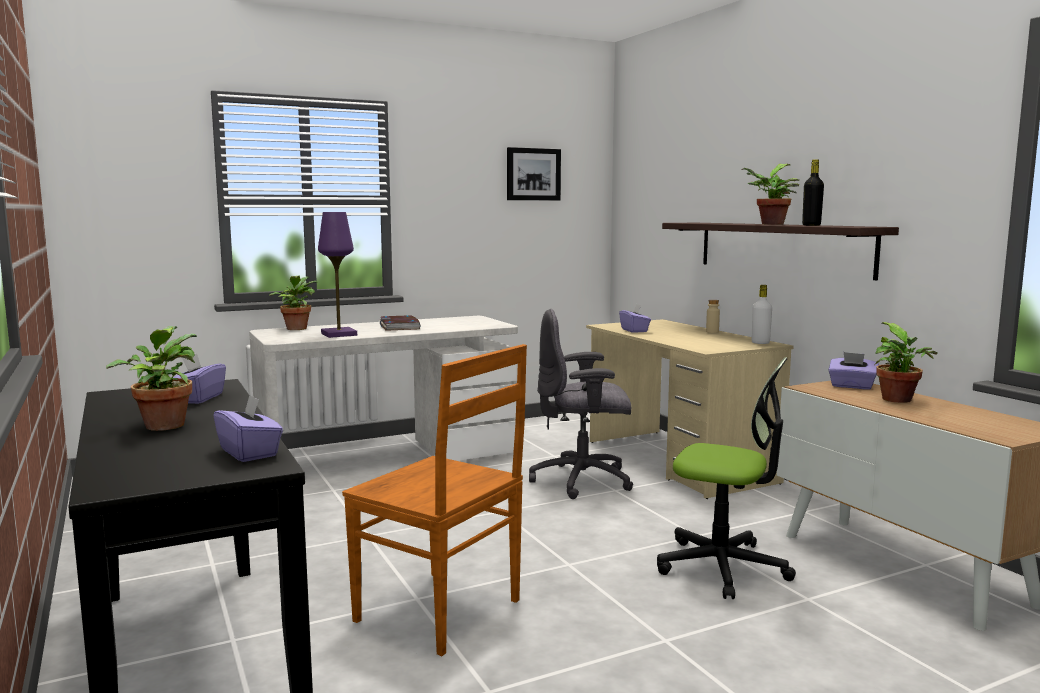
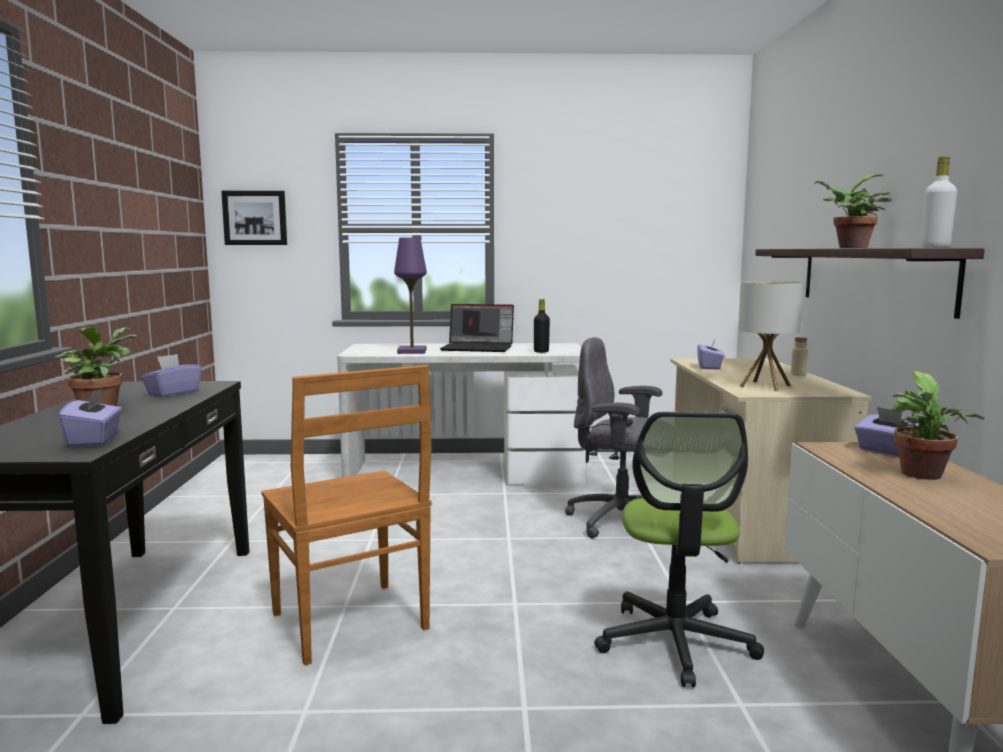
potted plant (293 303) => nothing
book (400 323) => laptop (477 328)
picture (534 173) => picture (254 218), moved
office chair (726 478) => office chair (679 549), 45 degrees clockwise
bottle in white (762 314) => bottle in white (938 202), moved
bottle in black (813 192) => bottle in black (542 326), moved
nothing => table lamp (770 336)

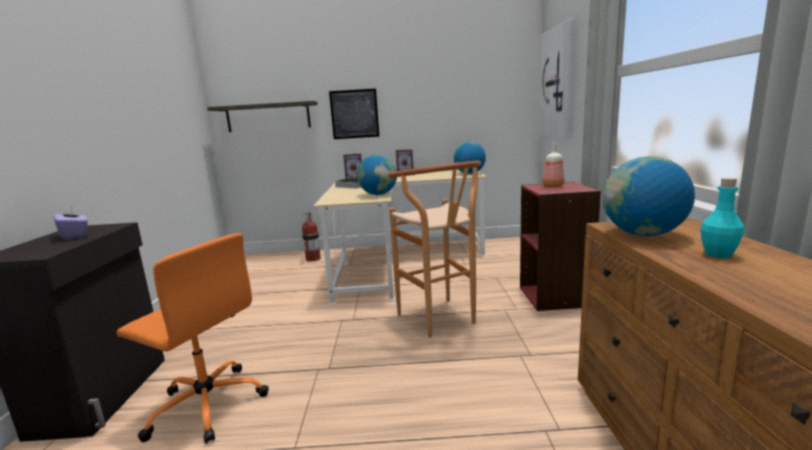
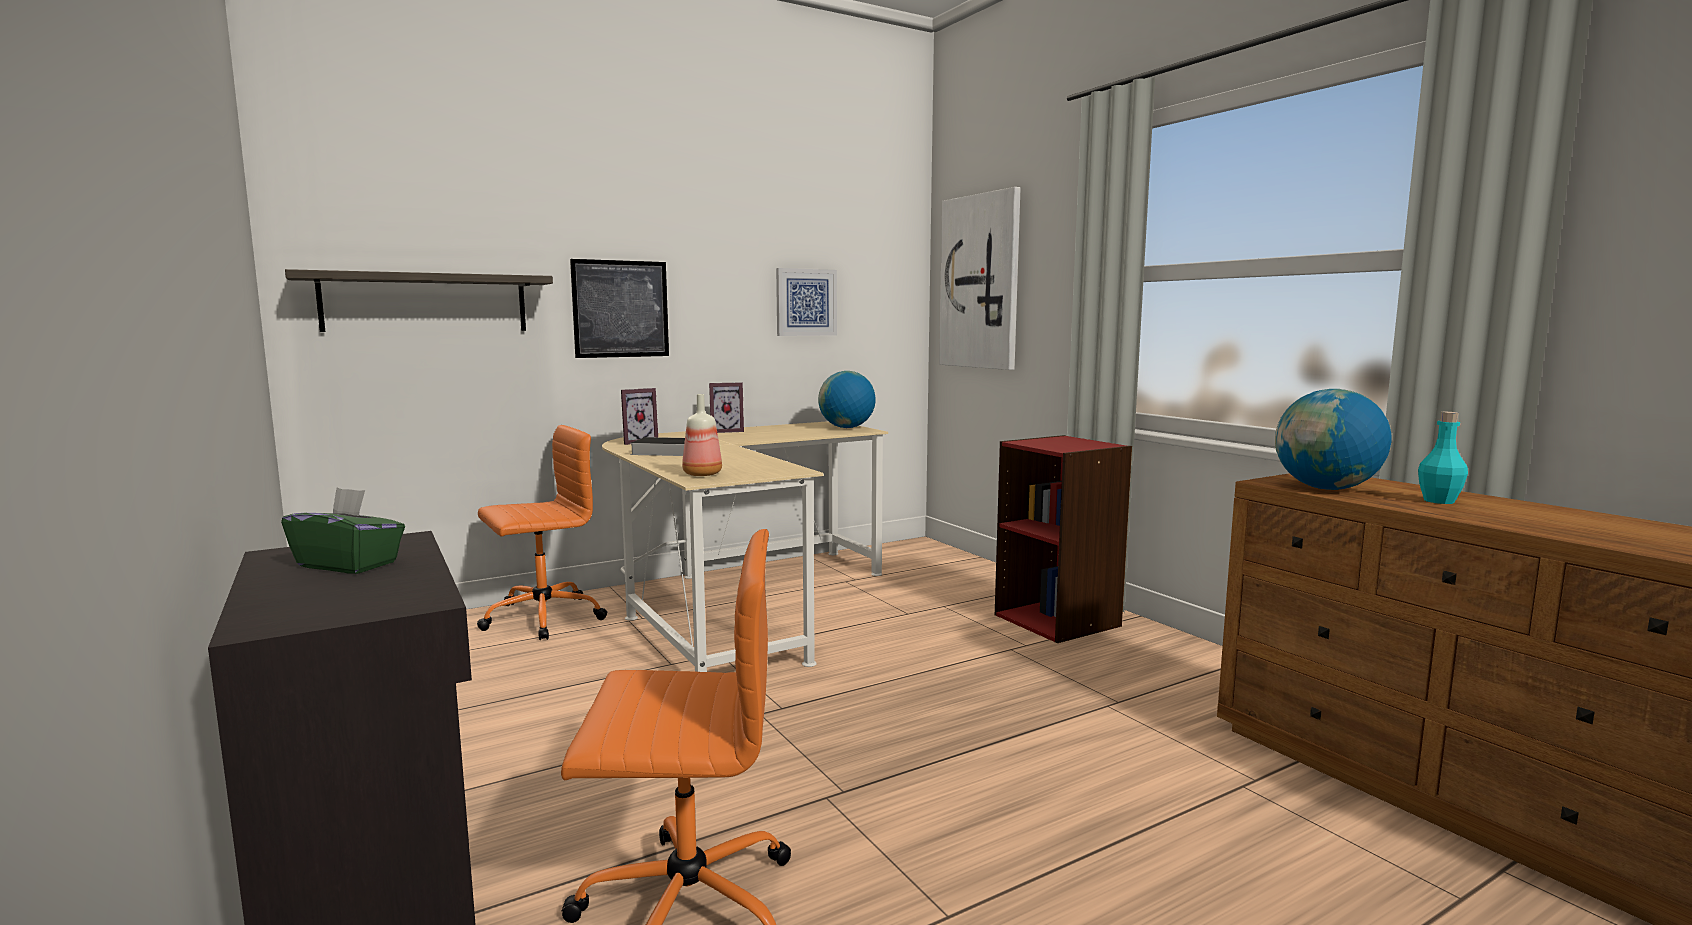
tissue box in purple (70 222) => tissue box in green (343 530)
fire extinguisher (311 236) => office chair in orange (542 532)
globe (377 175) => nothing
stool in brown (434 249) => nothing
bottle (553 164) => bottle (702 435), moved
nothing => picture (806 302)

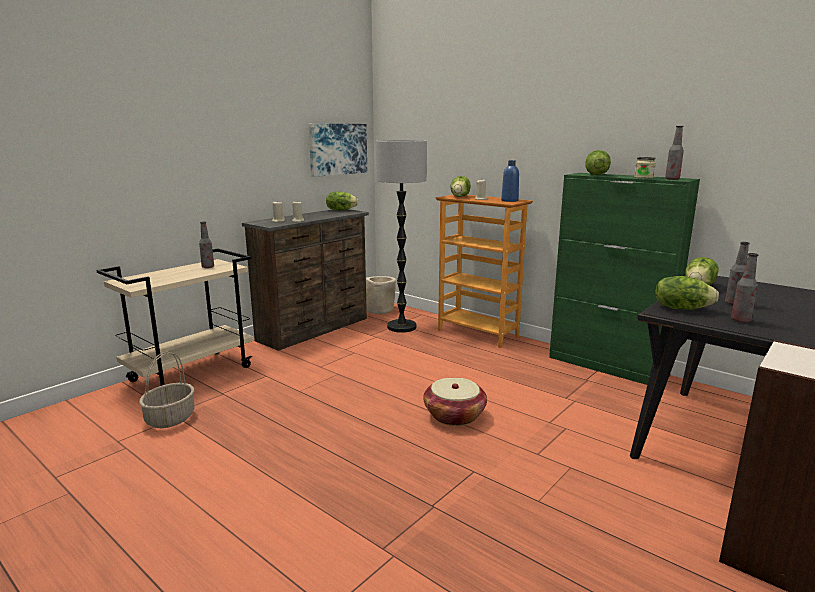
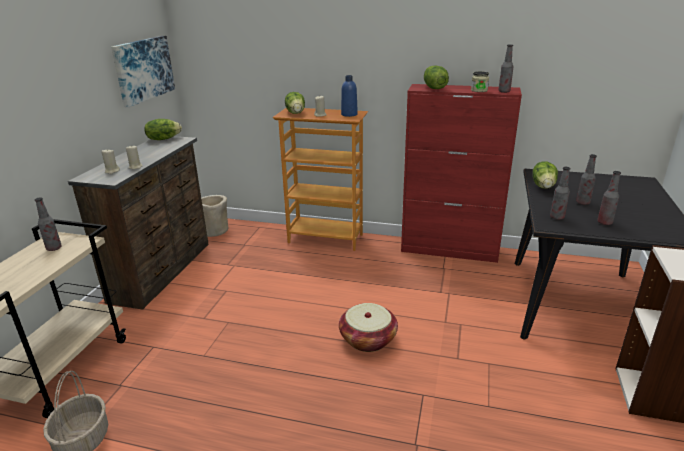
floor lamp (401 236) => nothing
cabinet in green (624 279) => cabinet in red (461 173)
lettuce (687 293) => bottle (560 193)

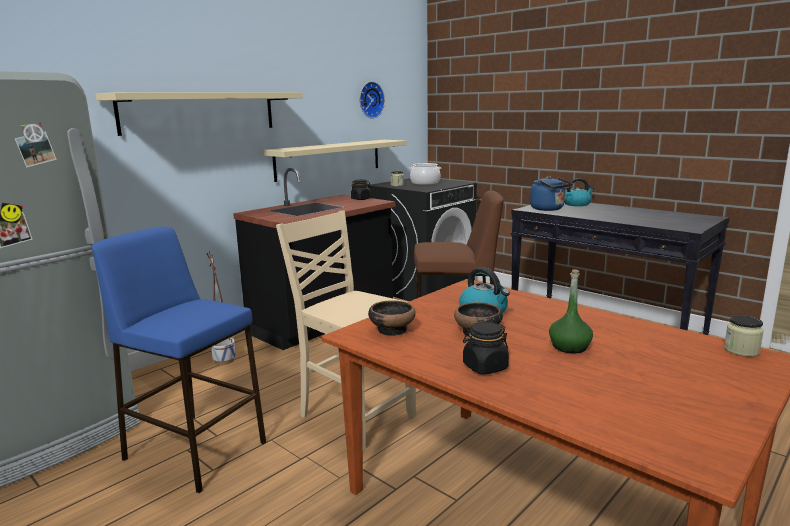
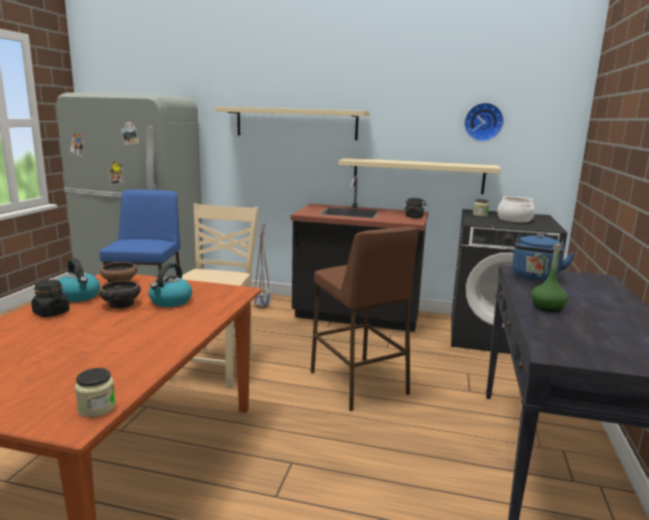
bottle in green (571 311) => bottle in green (550 278), moved
kettle (579 192) => kettle (79 280), moved

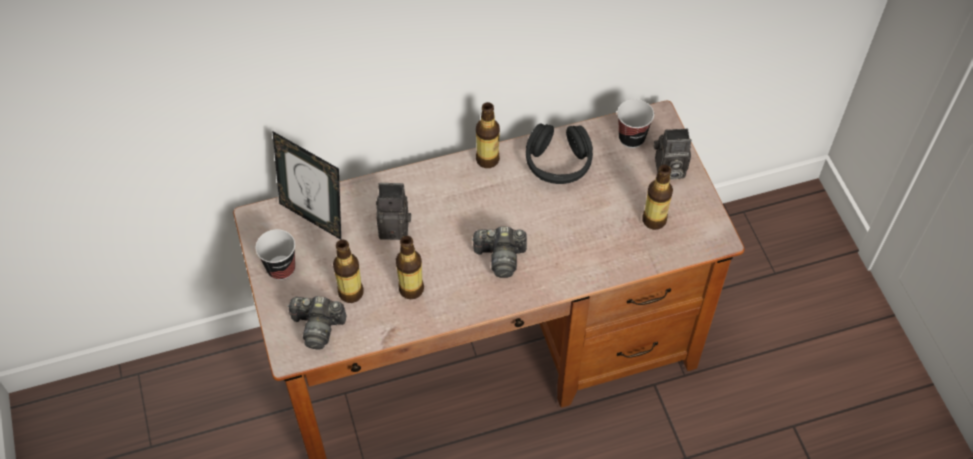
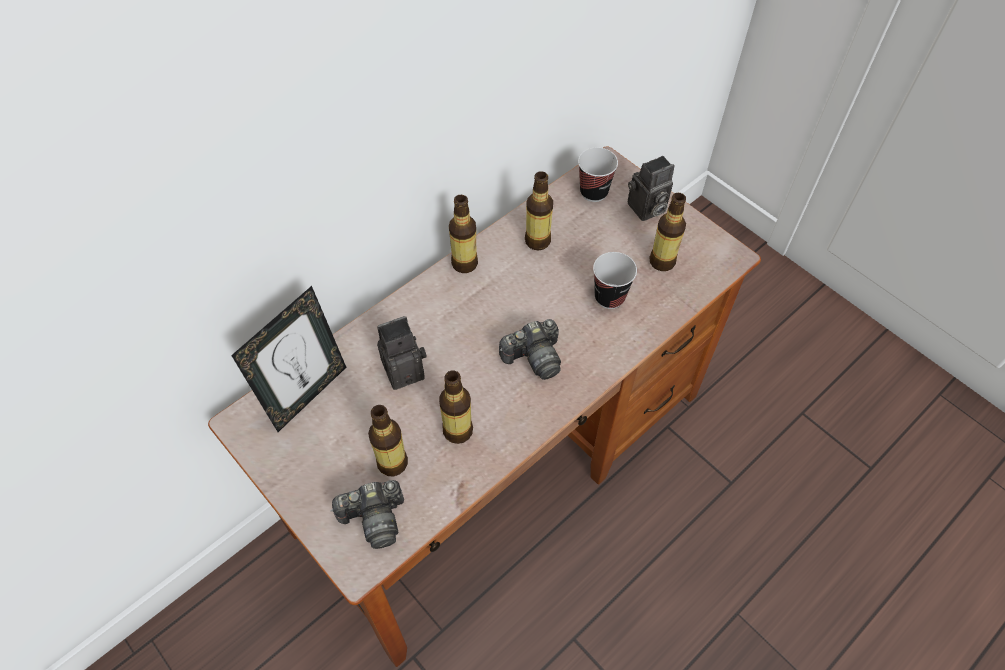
cup (275 254) => cup (615 280), moved
picture frame (306 185) => picture frame (288 359), 60 degrees counterclockwise
headphones in black (559 153) => bottle (539 210)

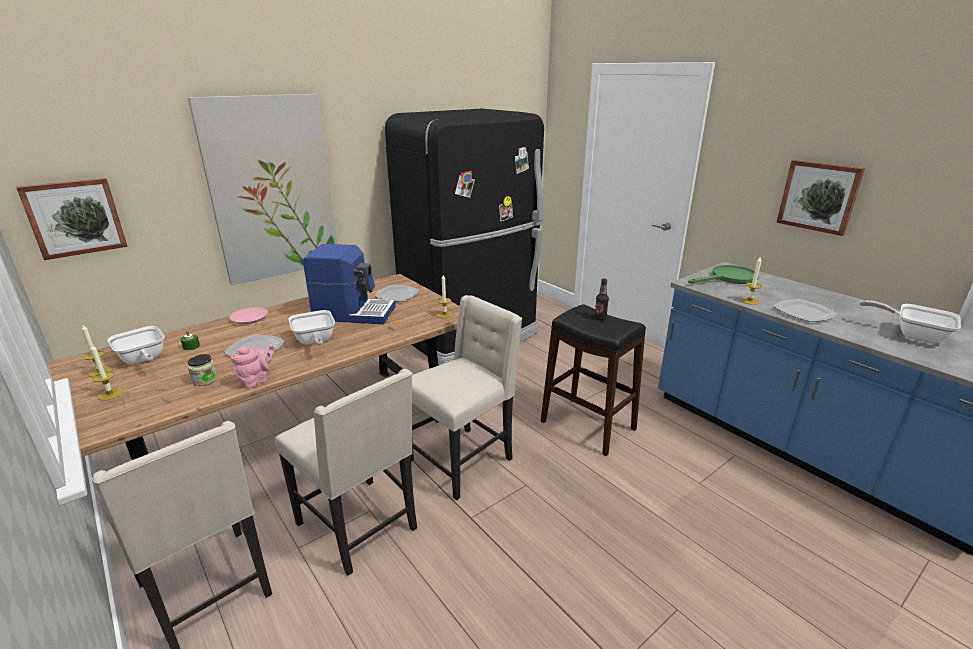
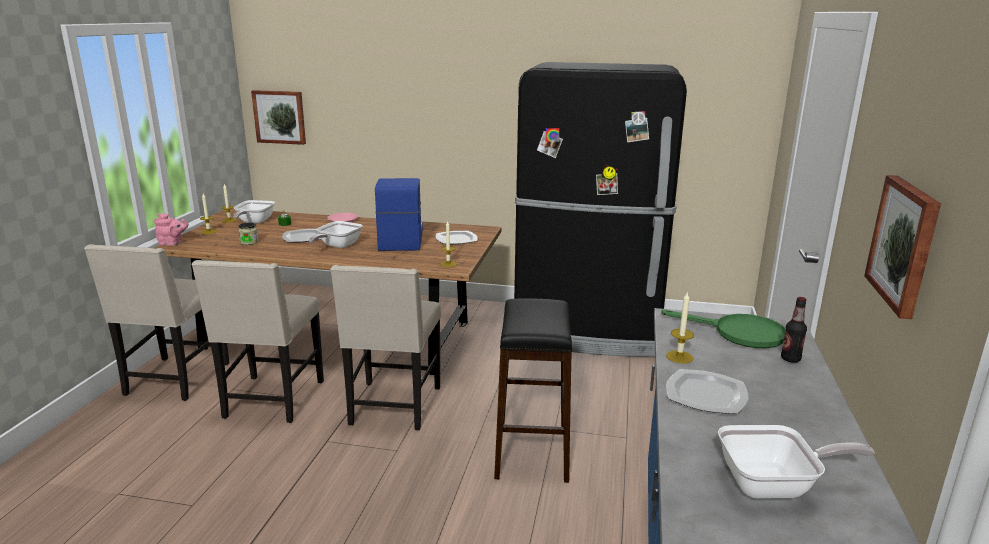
picture (263 189) => nothing
teapot in pink (253 366) => teapot in pink (171 229), moved
coffee machine (349 284) => coffee machine (399 214), 150 degrees counterclockwise
chair in beige (466 397) => chair in beige (385 348), 90 degrees clockwise
bottle (601 299) => bottle (794 330), moved
frying pan (910 322) => frying pan (796 462), 90 degrees clockwise

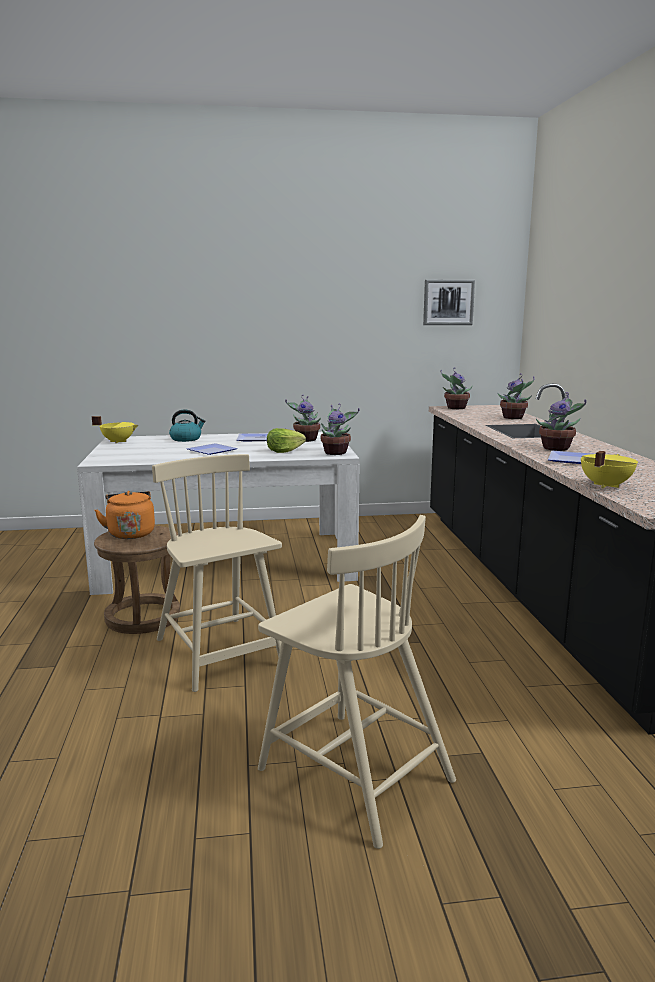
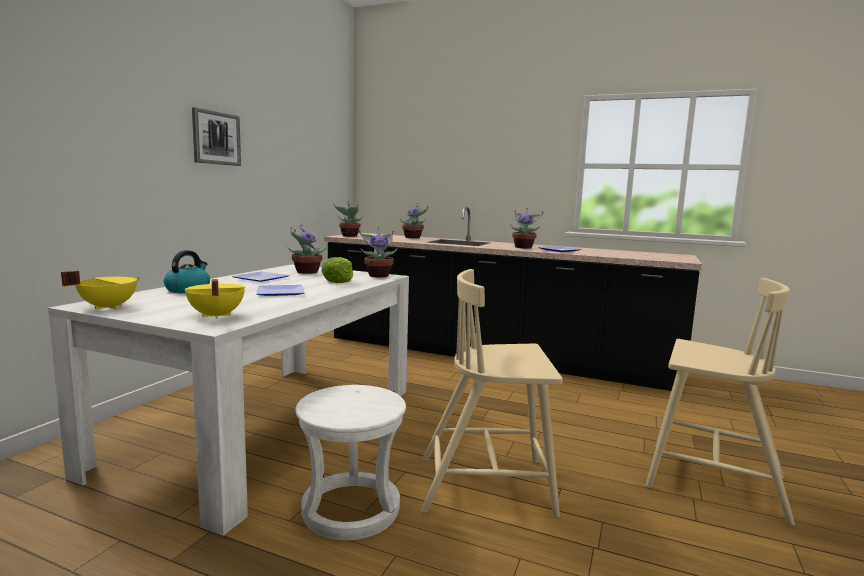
stool in brown (137 580) => stool in white (350 462)
kettle in orange (125 515) => nothing
chair in beige (357 682) => chair in beige (720 402), 45 degrees clockwise
picture (449 302) => picture (216 136), moved
cooking pot in yellow (609 469) => cooking pot in yellow (215 299), moved

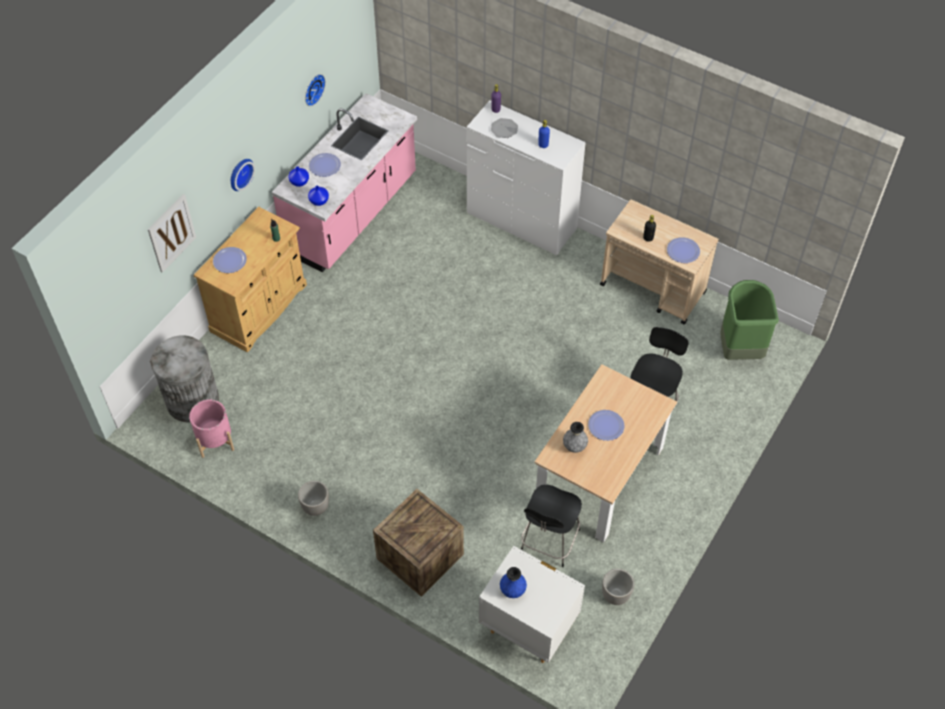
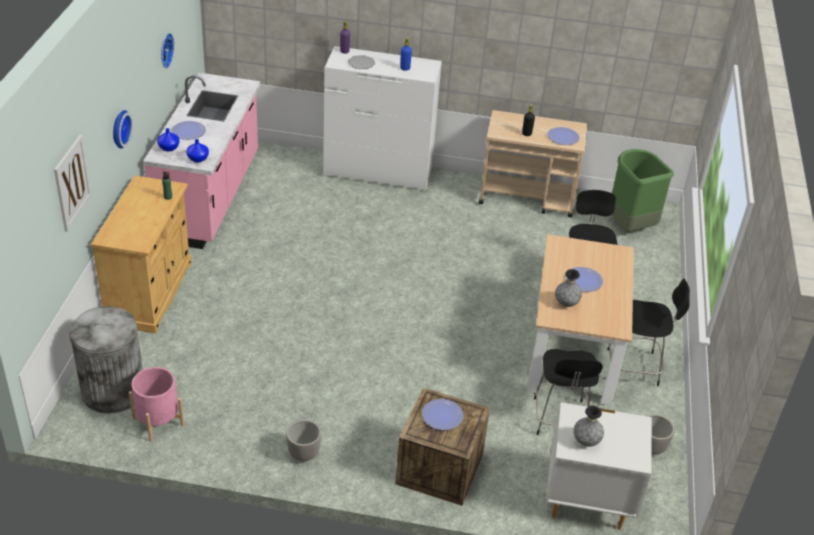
plate (230 260) => plate (443 414), moved
vase in blue (513 582) => vase in grey (589 426)
nothing => chair in black (648 332)

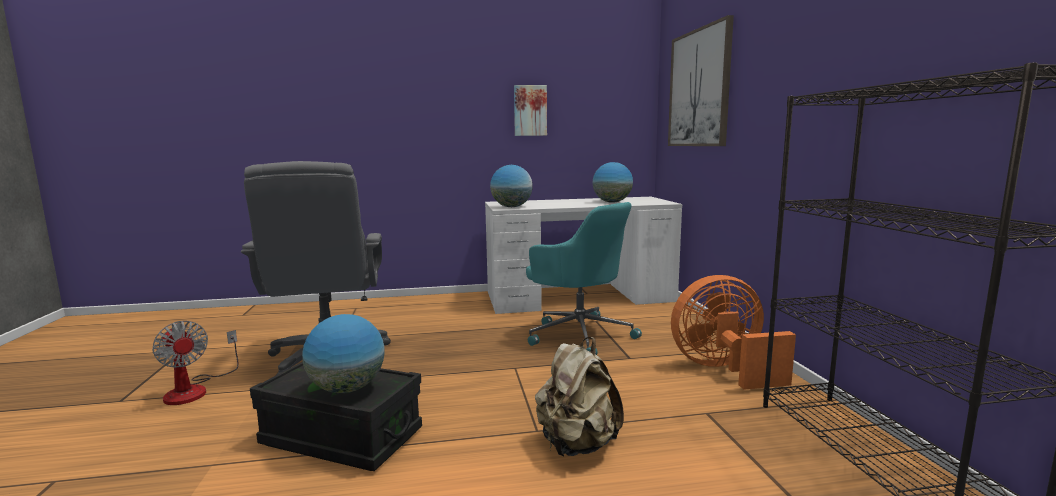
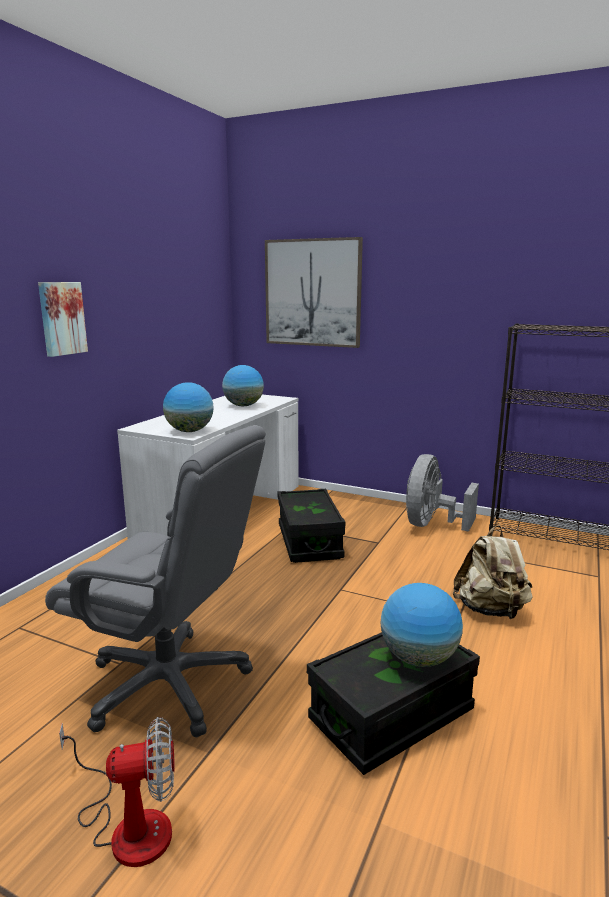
picture (530 110) => picture (63 319), moved
office chair in turquoise (584 278) => storage box in black (311 526)
fan in orange (733 332) => fan in grey (442 493)

